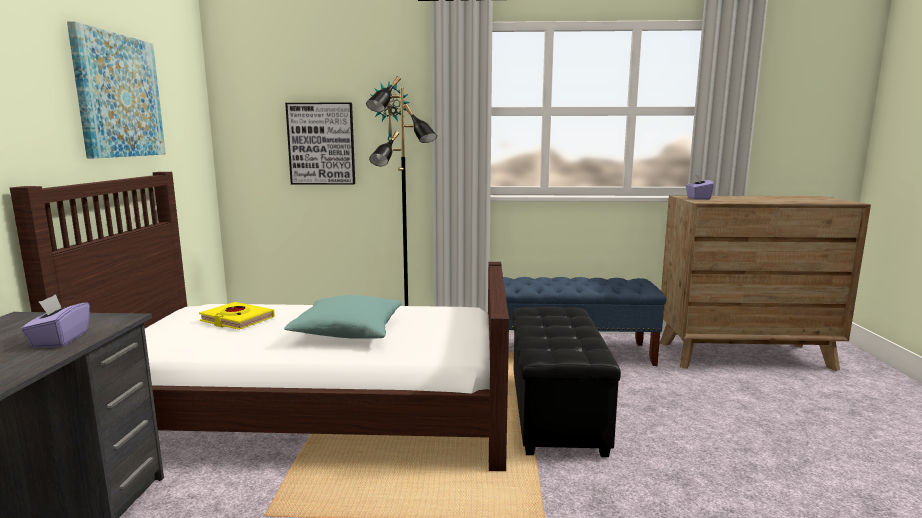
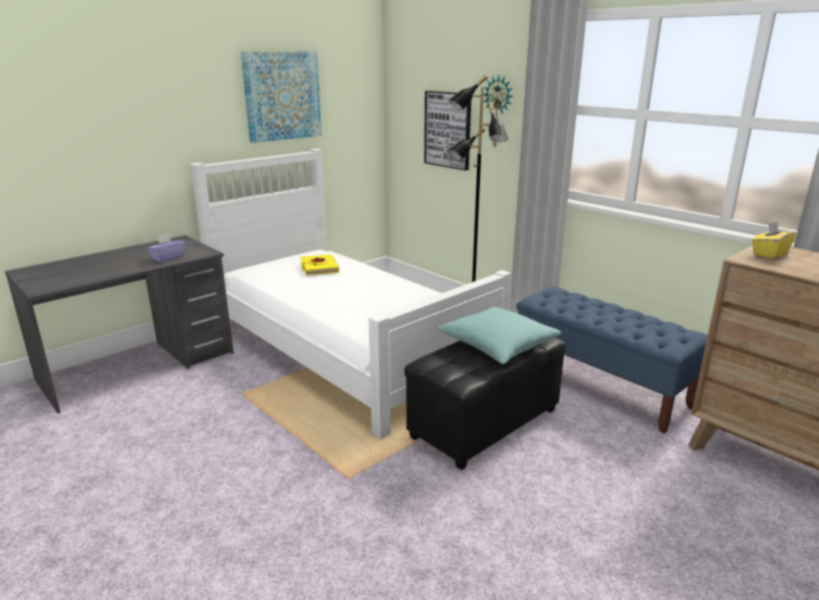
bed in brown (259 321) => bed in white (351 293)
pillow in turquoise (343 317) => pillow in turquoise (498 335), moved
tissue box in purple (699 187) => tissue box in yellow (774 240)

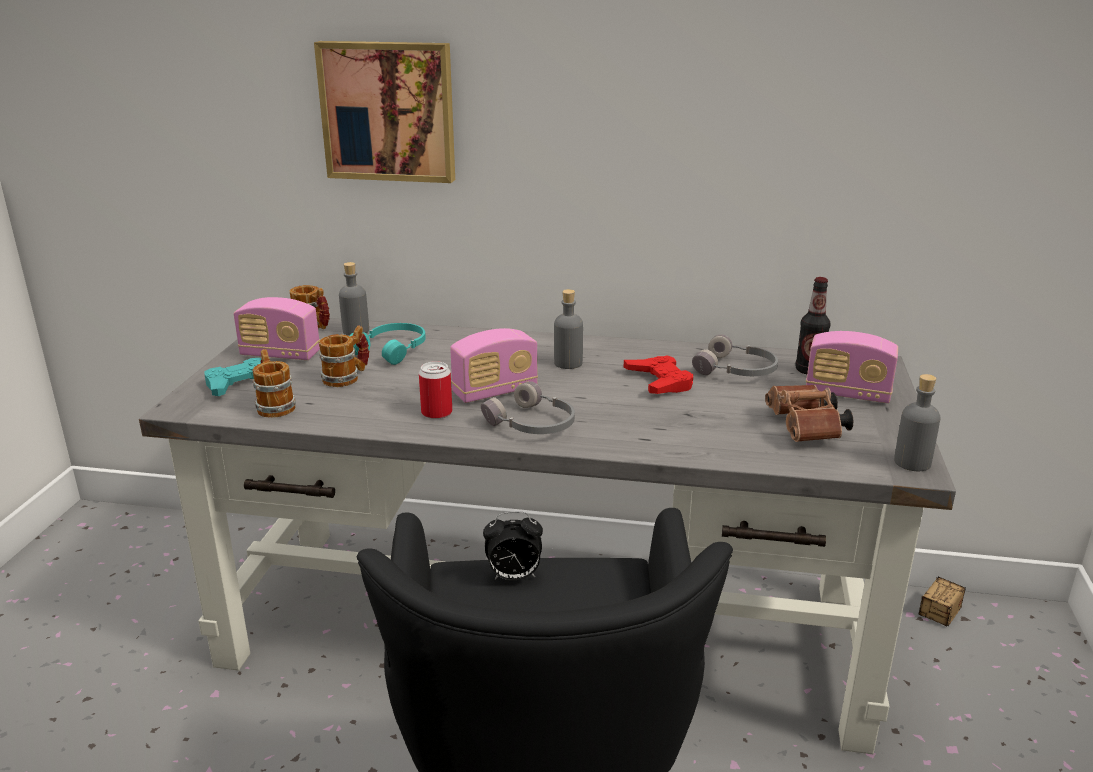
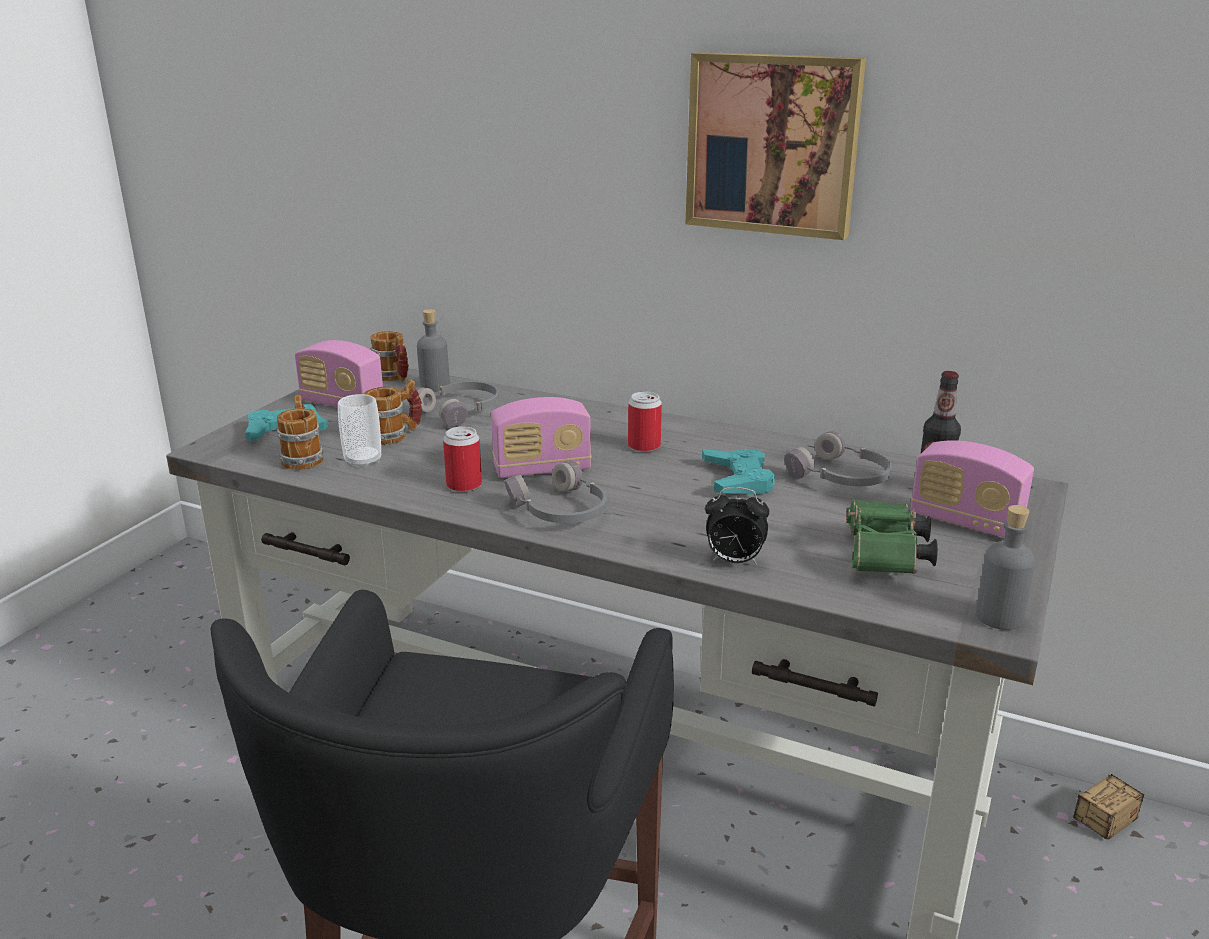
picture (384 112) => picture (775 146), moved
headphones in turquoise (388 344) => headphones in grey (454 404)
alarm clock (513 545) => alarm clock (737 526), moved
bottle in grey (568 329) => can (645 422)
game controller in red (658 374) => game controller in turquoise (738 472)
binoculars in brown (809 413) => binoculars in green (892 536)
nothing => cup (359 431)

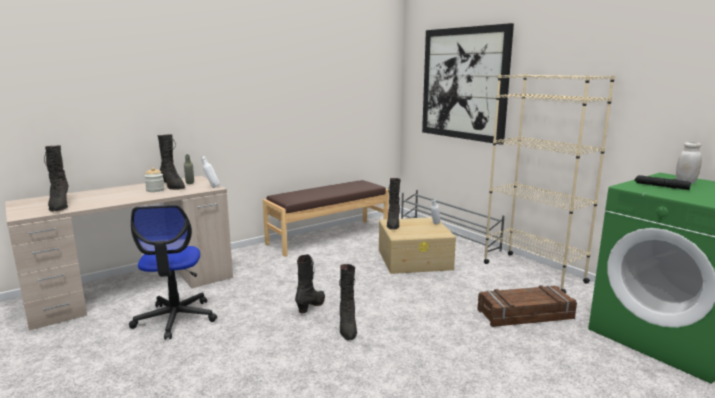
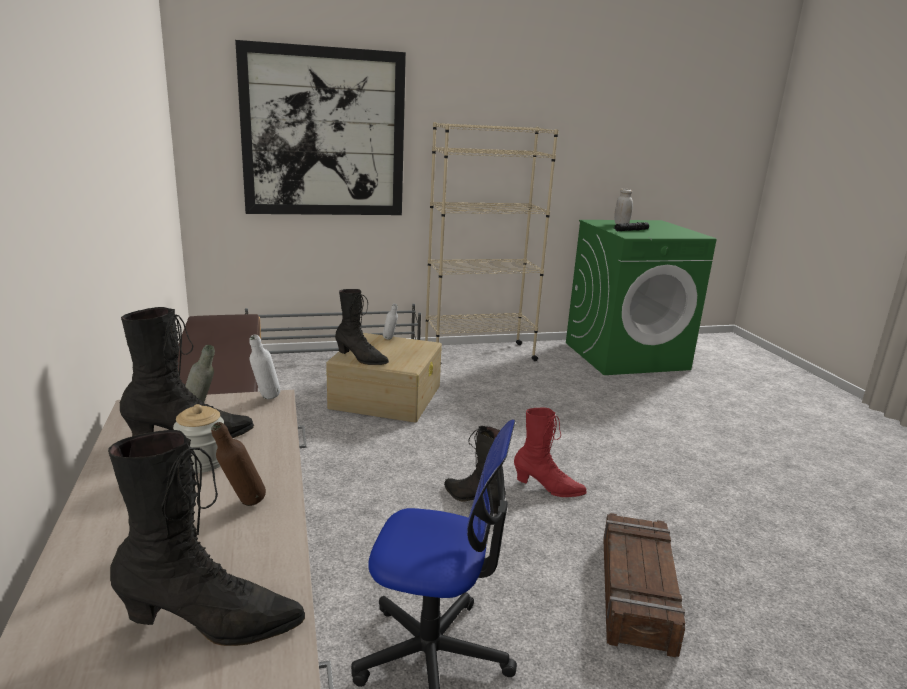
boot in black (348 302) => boot in red (550 452)
crate (527 306) => crate (644 585), moved
nothing => bottle in brown (238 464)

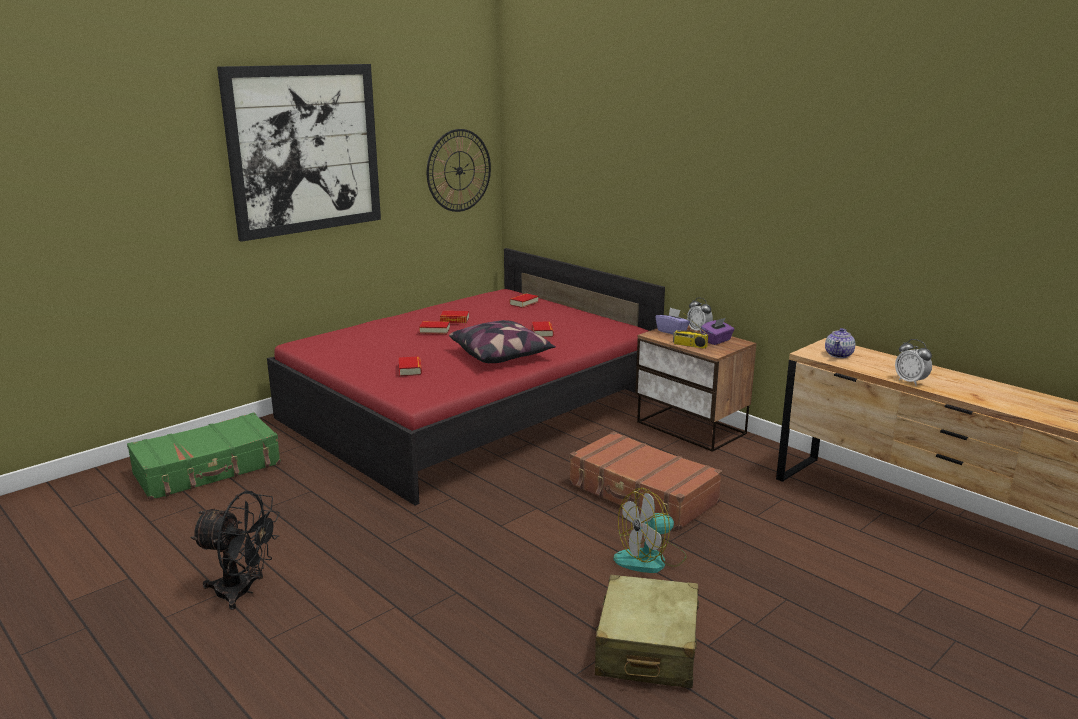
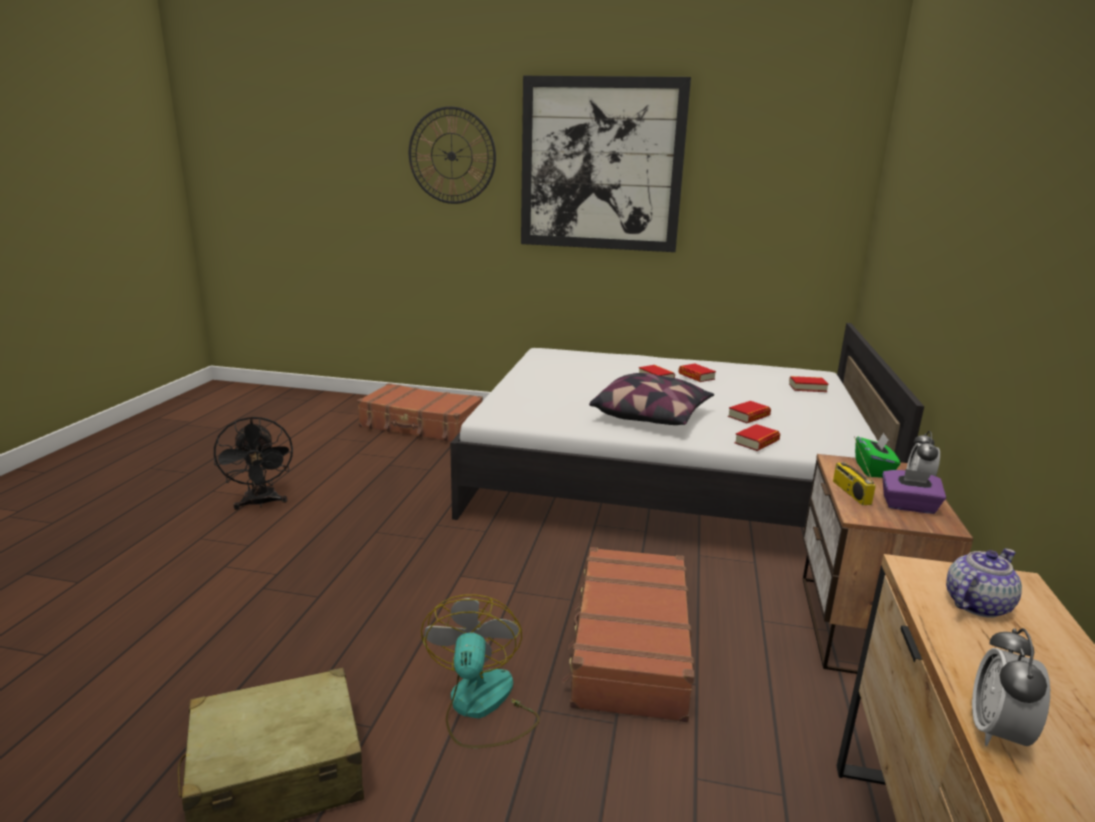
suitcase in green (204 456) => suitcase in brown (420 412)
bed in red (466 377) => bed in white (687 425)
book (410 366) => book (757 437), moved
wall clock (459 170) => wall clock (452 155), moved
fan (650 530) => fan (480 671), 60 degrees clockwise
tissue box in purple (672 321) => tissue box in green (877 455)
teapot (840 343) => teapot (984 583), 150 degrees clockwise

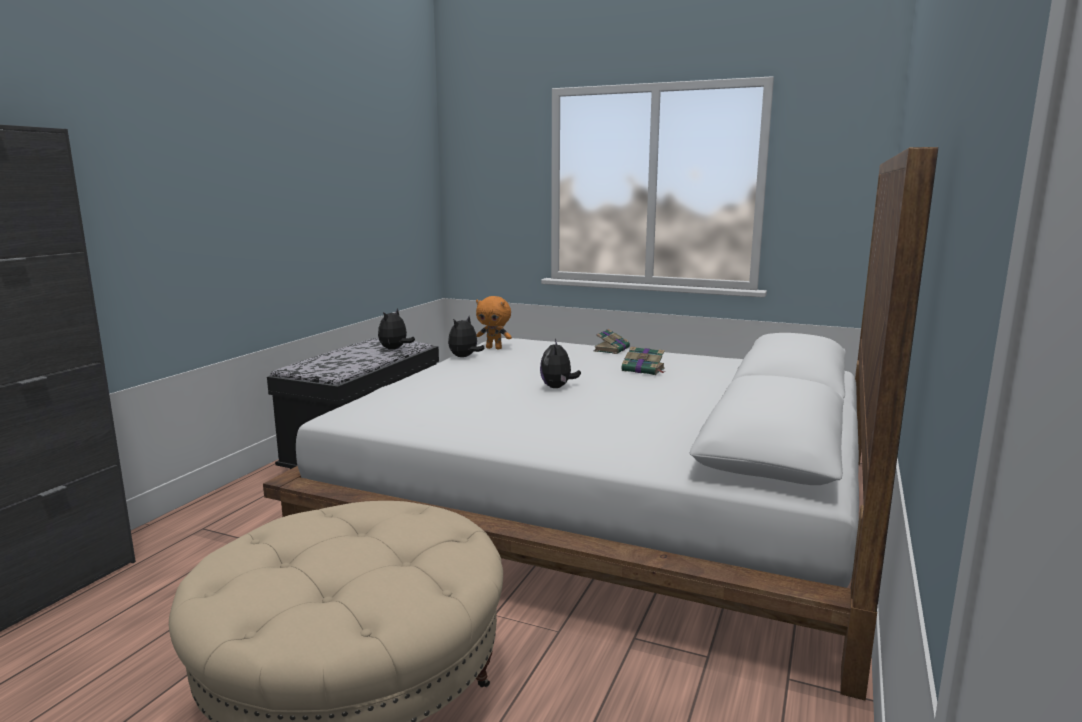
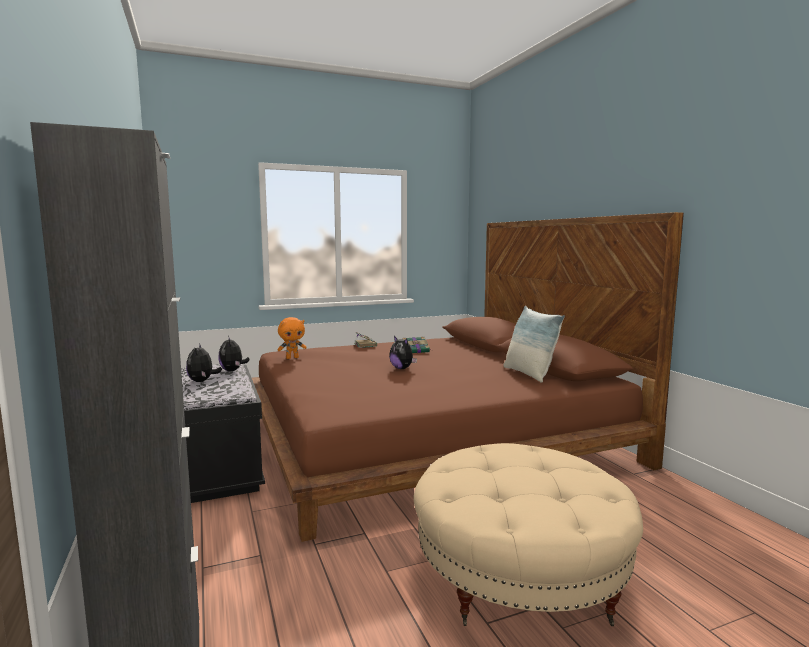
bed in white (600 424) => bed in brown (468 377)
plush toy (466 337) => plush toy (204 362), moved
nothing => pillow (534 344)

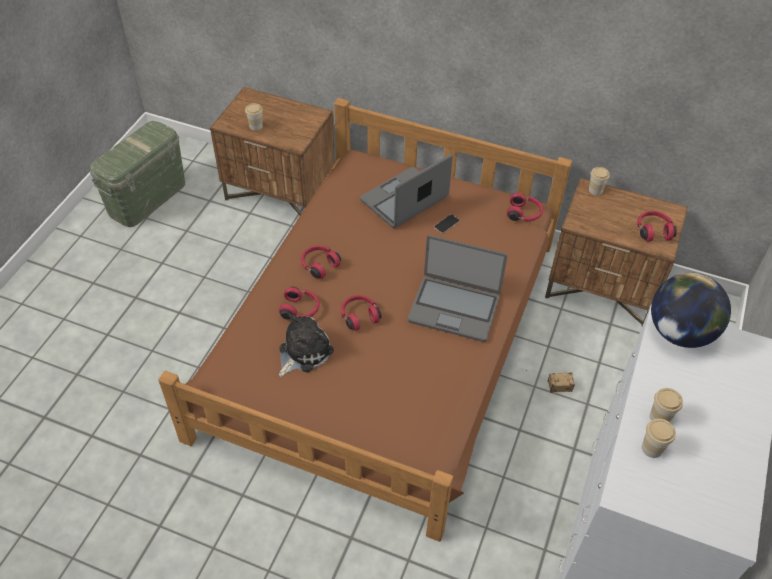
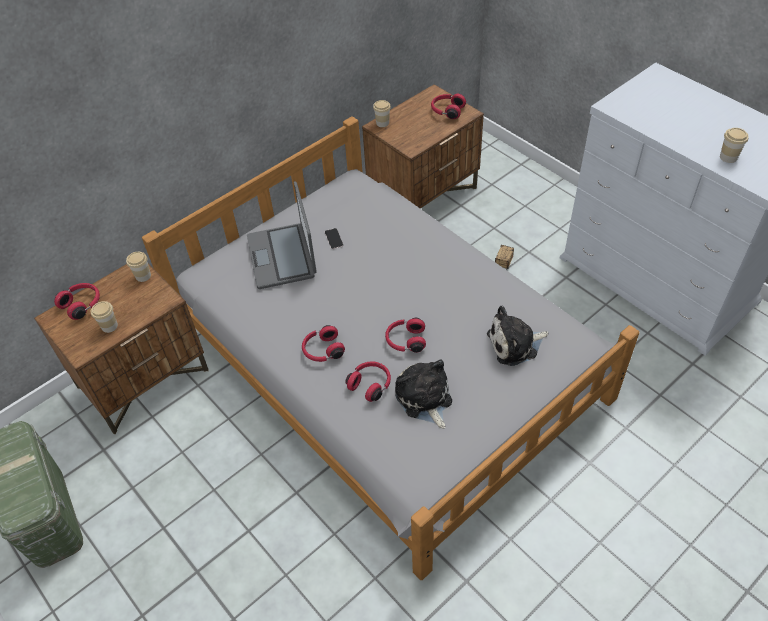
bed in brown (365 320) => bed in grey (391 348)
laptop (457 288) => nothing
headphones in red (525 207) => headphones in red (77 301), moved
cup (666 405) => cup (138 267), moved
globe (691 310) => nothing
nothing => plush toy (517 336)

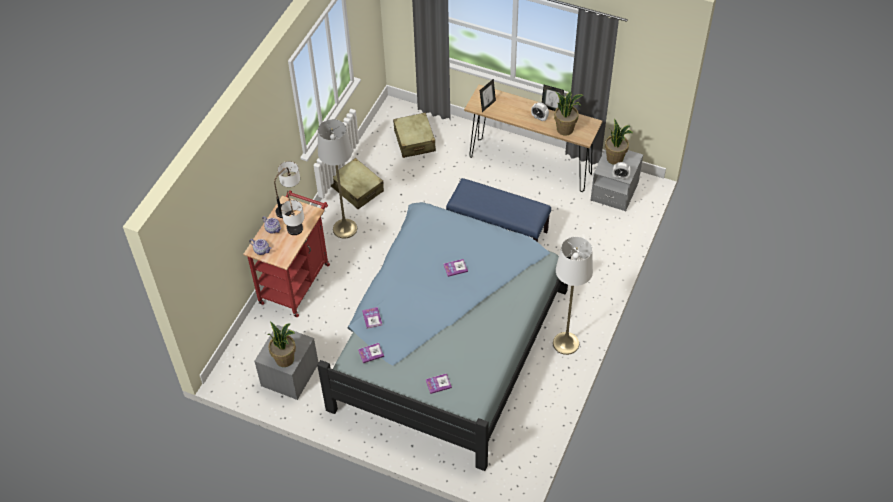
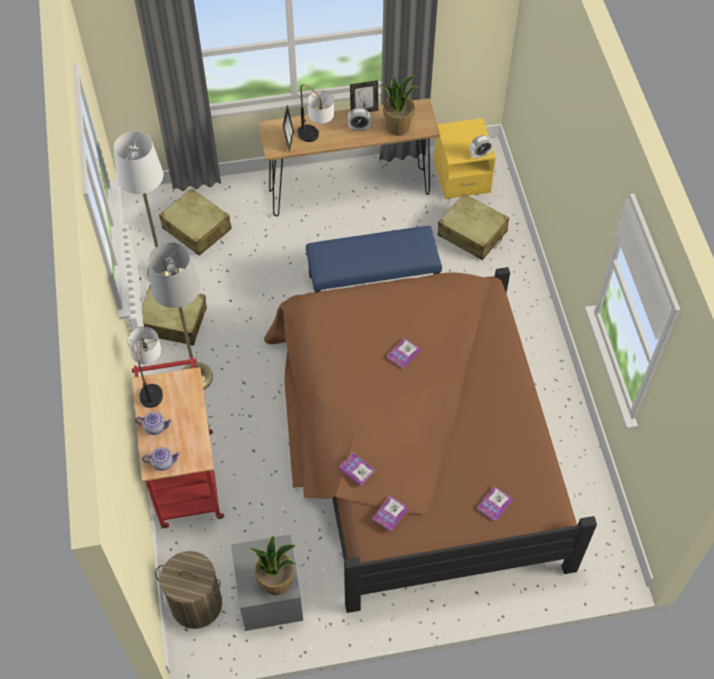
table lamp (292 213) => table lamp (316 113), moved
bed in blue (444 336) => bed in brown (430 440)
floor lamp in white (573 296) => floor lamp in white (146 206), moved
nightstand in grey (616 180) => nightstand in yellow (465 158)
potted plant (619 142) => nothing
nothing => laundry basket (188 590)
nothing => suitcase in beige (473 227)

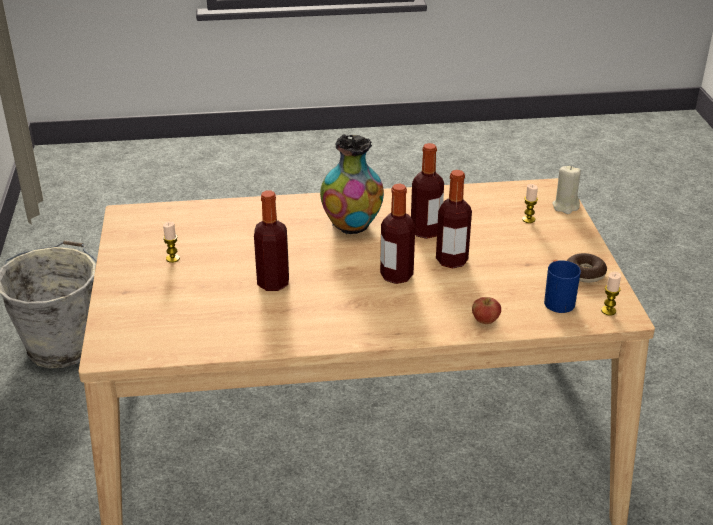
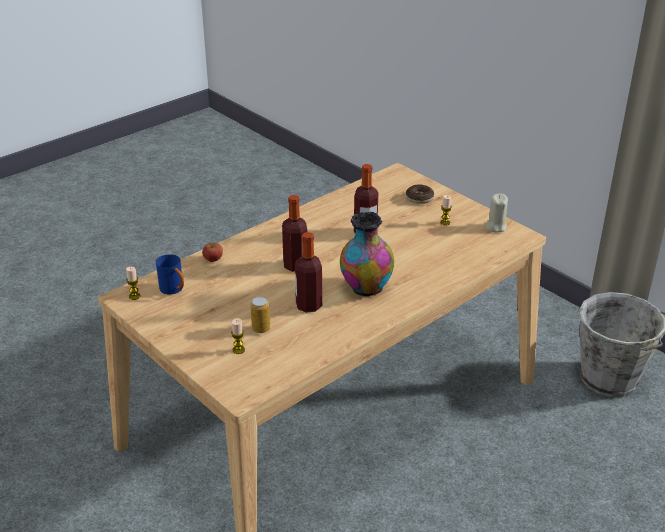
bottle (454 219) => nothing
candle in beige (566 190) => candle in beige (496 212), moved
donut (587 268) => donut (420 194), moved
nothing => can (260 315)

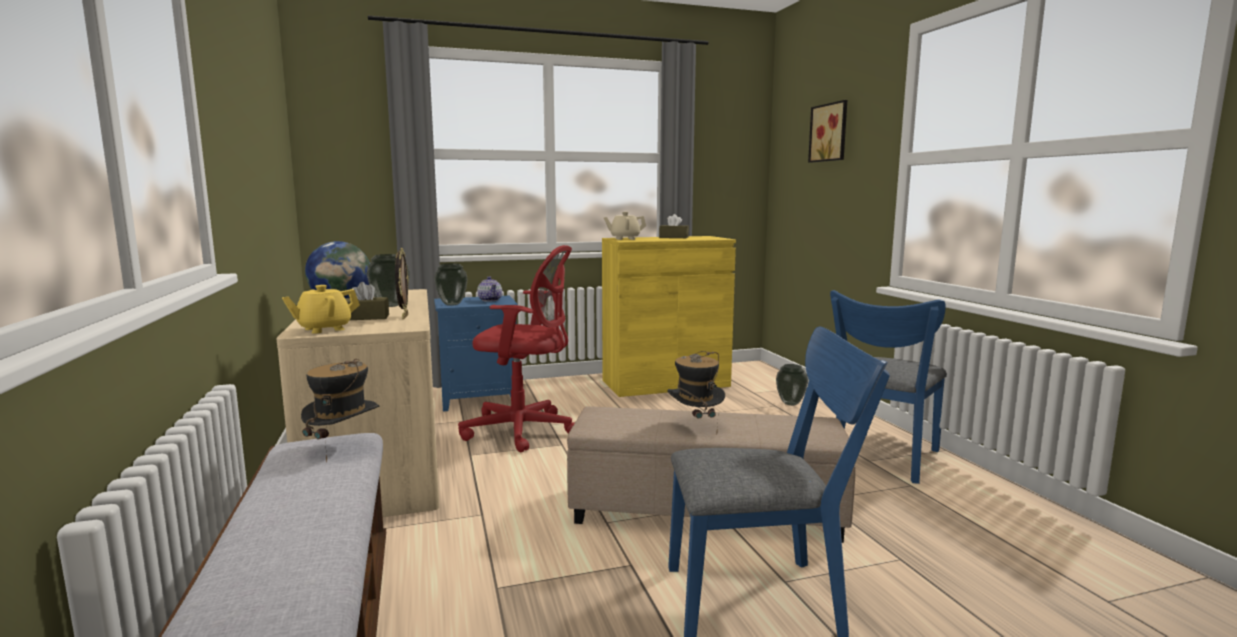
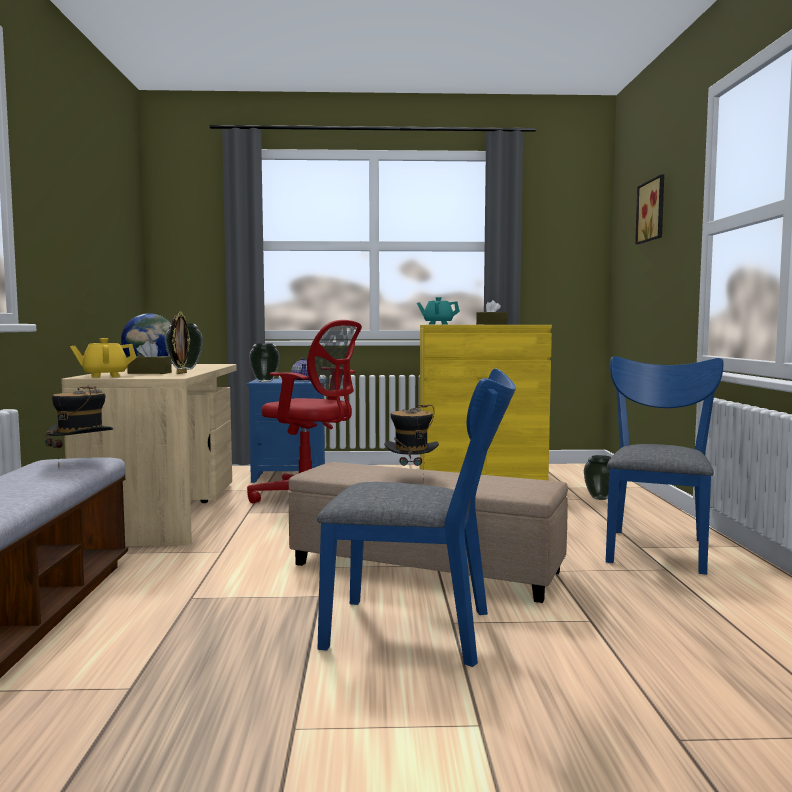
teapot in beige (624 226) => teapot in turquoise (438 310)
chair in blue (888 387) => chair in blue (664 465), 150 degrees clockwise

